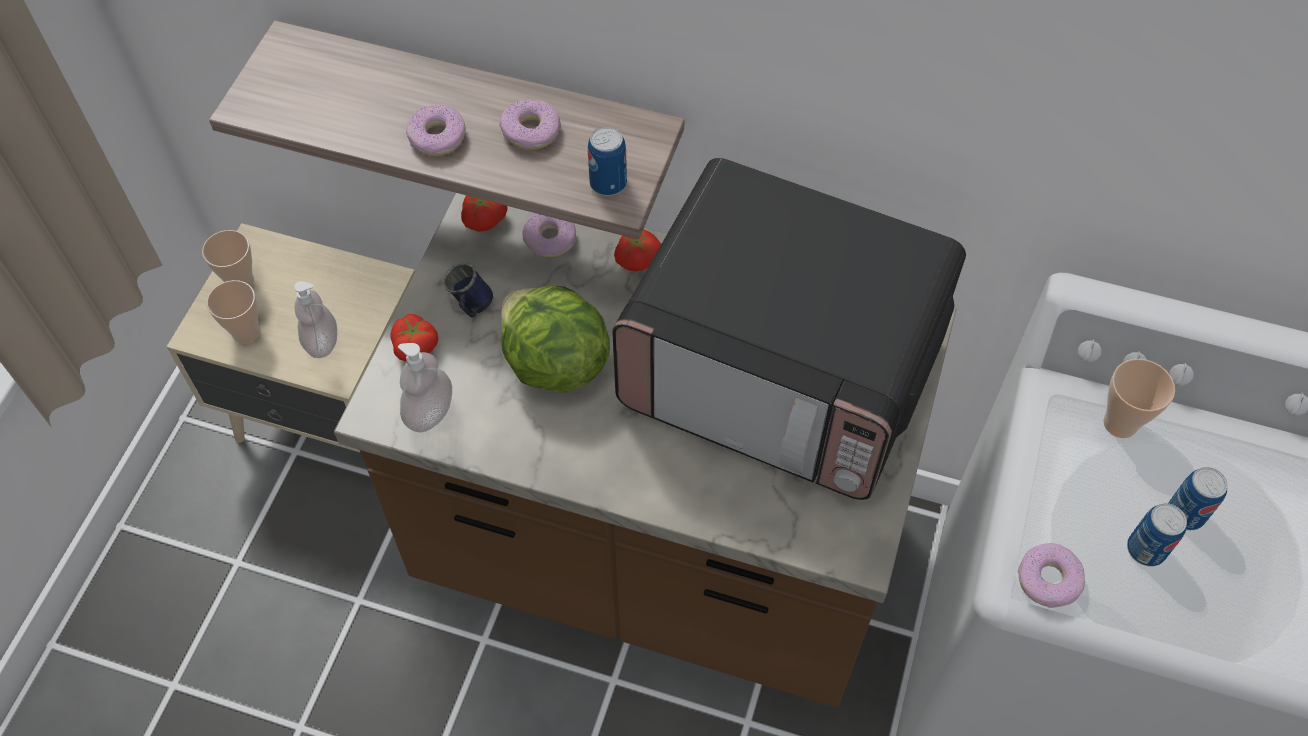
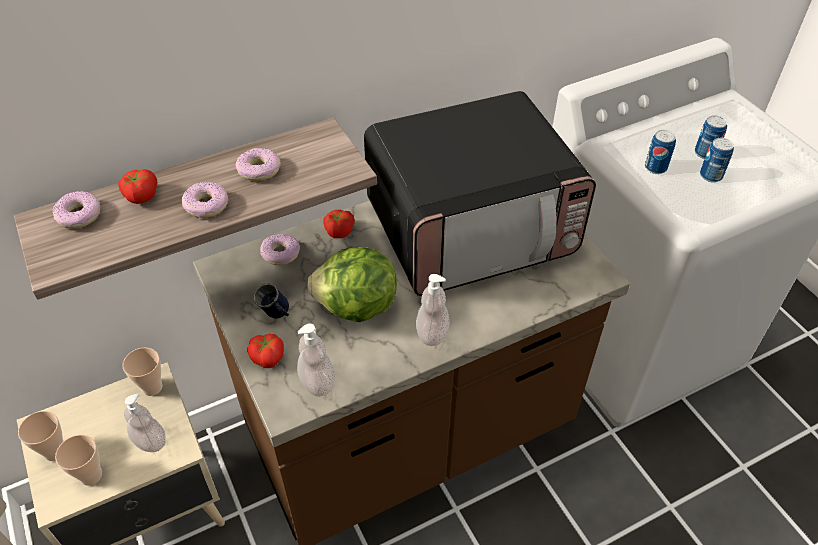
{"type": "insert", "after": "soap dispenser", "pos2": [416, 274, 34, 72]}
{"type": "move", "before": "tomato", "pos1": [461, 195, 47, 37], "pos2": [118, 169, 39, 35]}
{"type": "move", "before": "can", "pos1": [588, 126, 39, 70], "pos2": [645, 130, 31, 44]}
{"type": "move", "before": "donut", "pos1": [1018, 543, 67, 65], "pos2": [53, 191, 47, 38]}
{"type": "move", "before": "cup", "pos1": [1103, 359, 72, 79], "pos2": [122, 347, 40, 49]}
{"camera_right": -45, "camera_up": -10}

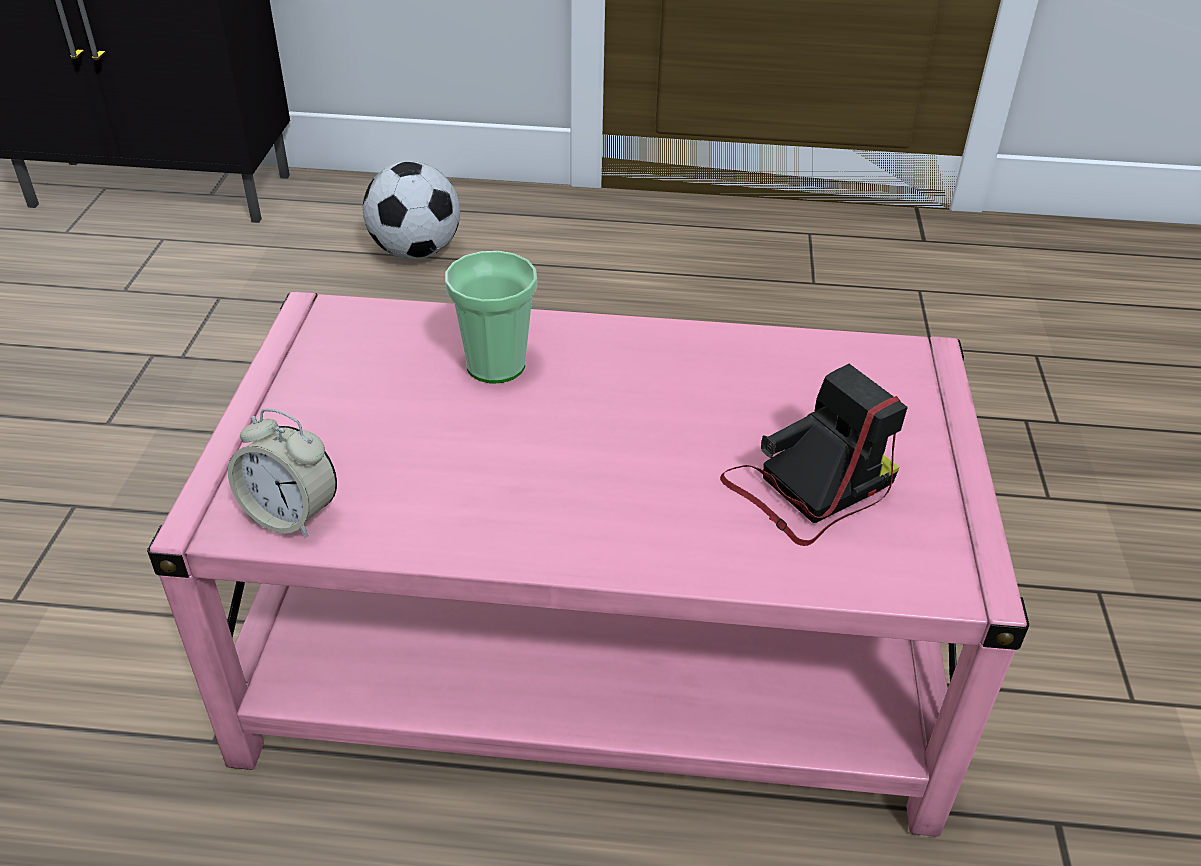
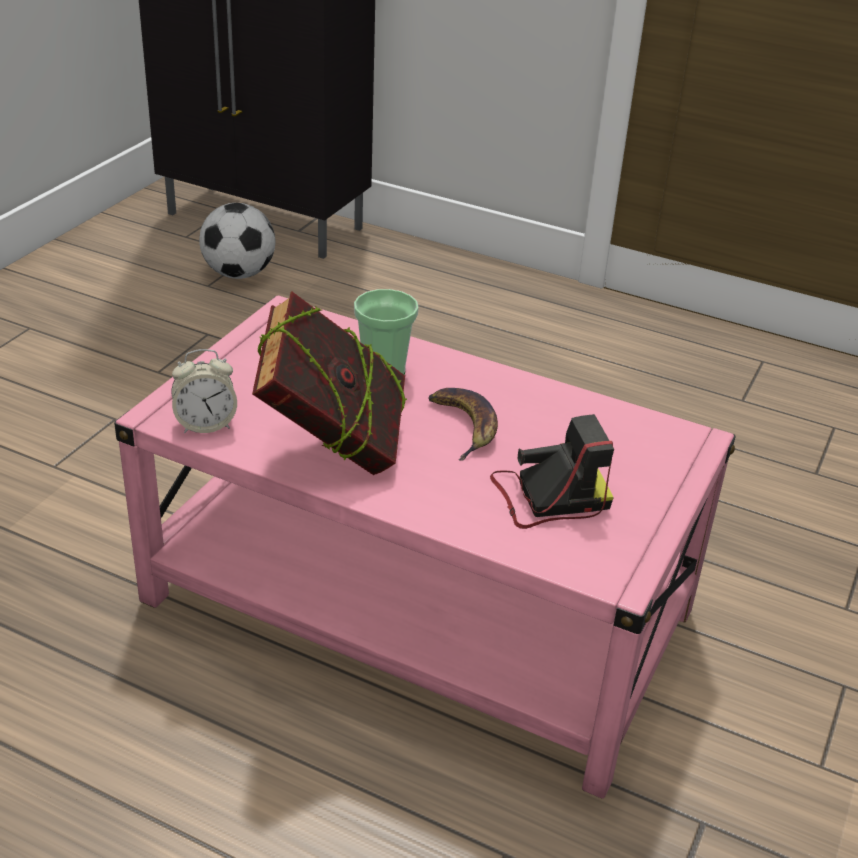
{"type": "insert", "after": "book", "pos2": [252, 292, 155, 183]}
{"type": "insert", "after": "banana", "pos2": [429, 388, 69, 73]}
{"type": "move", "before": "football", "pos1": [363, 161, 97, 98], "pos2": [199, 203, 76, 76]}
{"type": "rotate", "before": "alarm clock", "pos1": [228, 409, 109, 128], "pos2": [172, 349, 65, 85], "turn": -60}
{"camera_right": 20, "camera_up": -5}

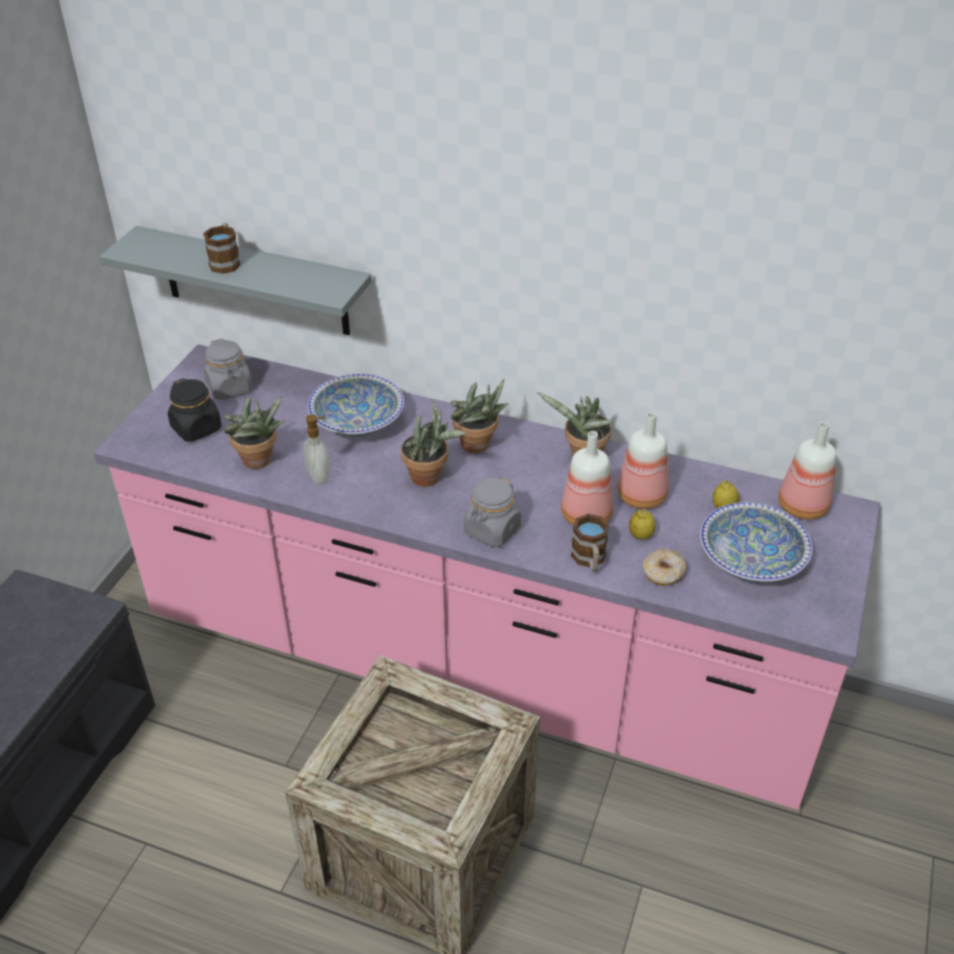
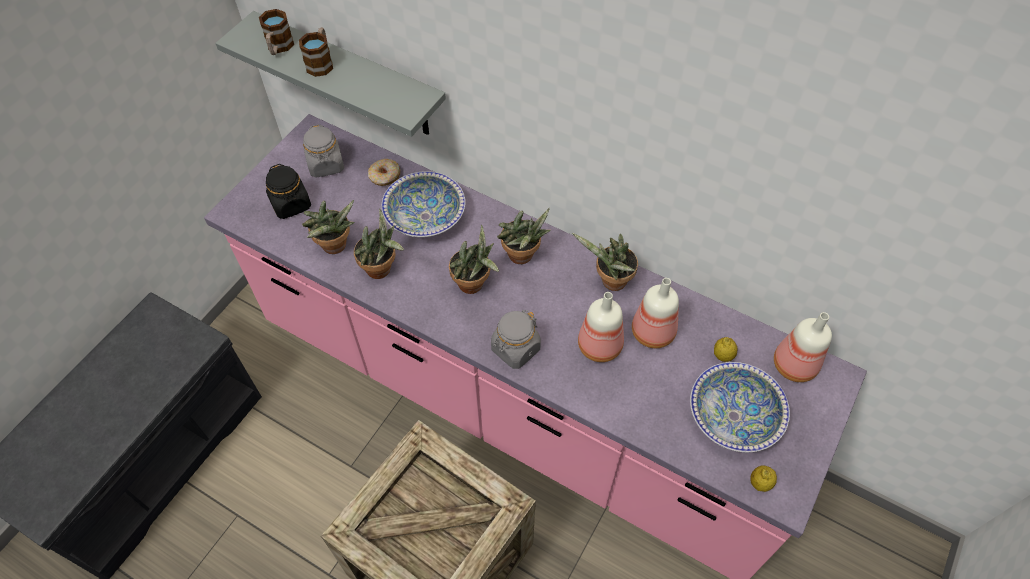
{"type": "move", "before": "mug", "pos1": [571, 514, 38, 58], "pos2": [259, 9, 35, 46]}
{"type": "move", "before": "lemon", "pos1": [629, 509, 26, 31], "pos2": [750, 465, 27, 27]}
{"type": "move", "before": "donut", "pos1": [643, 549, 44, 37], "pos2": [368, 159, 32, 27]}
{"type": "replace", "before": "soap dispenser", "after": "potted plant", "pos1": [303, 415, 27, 70], "pos2": [354, 209, 50, 70]}
{"camera_right": 10, "camera_up": 15}

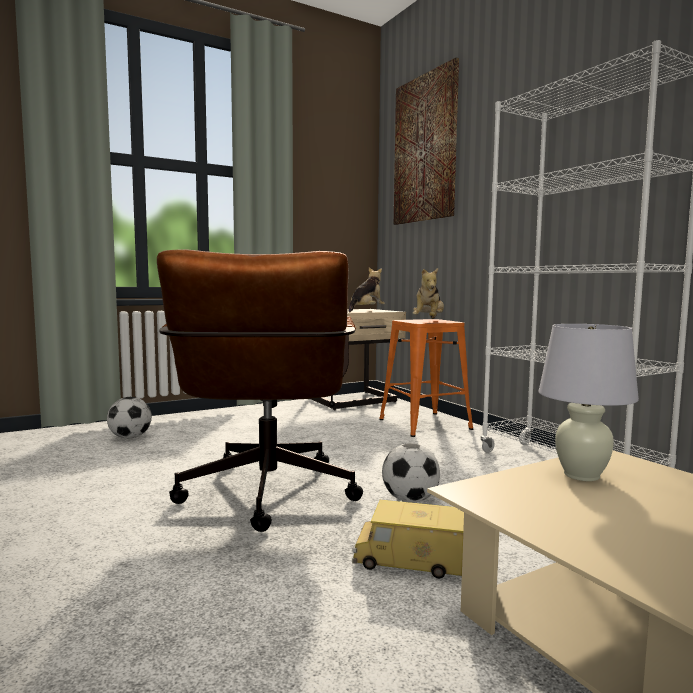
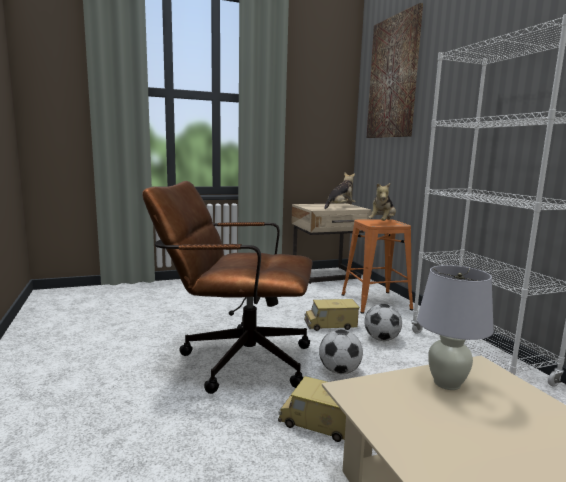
{"type": "insert", "after": "toy truck", "pos2": [304, 299, 56, 32]}
{"type": "move", "before": "football", "pos1": [107, 397, 45, 42], "pos2": [364, 304, 38, 37]}
{"type": "rotate", "before": "brown office chair", "pos1": [157, 249, 206, 283], "pos2": [142, 181, 171, 213], "turn": 90}
{"camera_right": 10, "camera_up": 5}

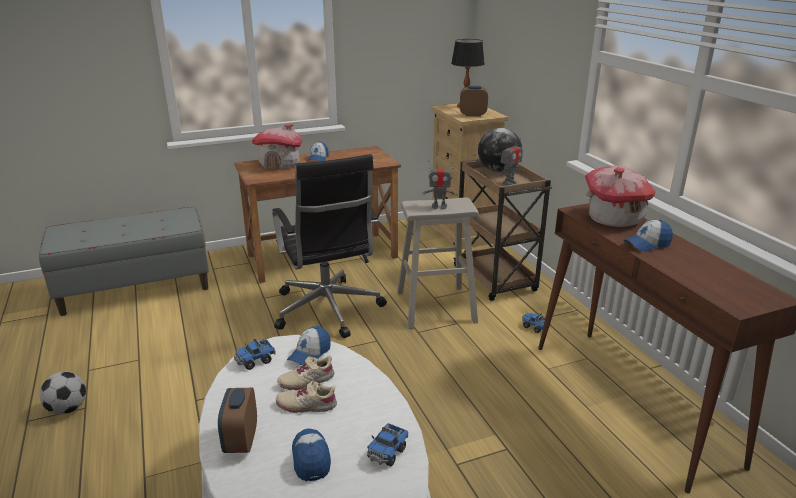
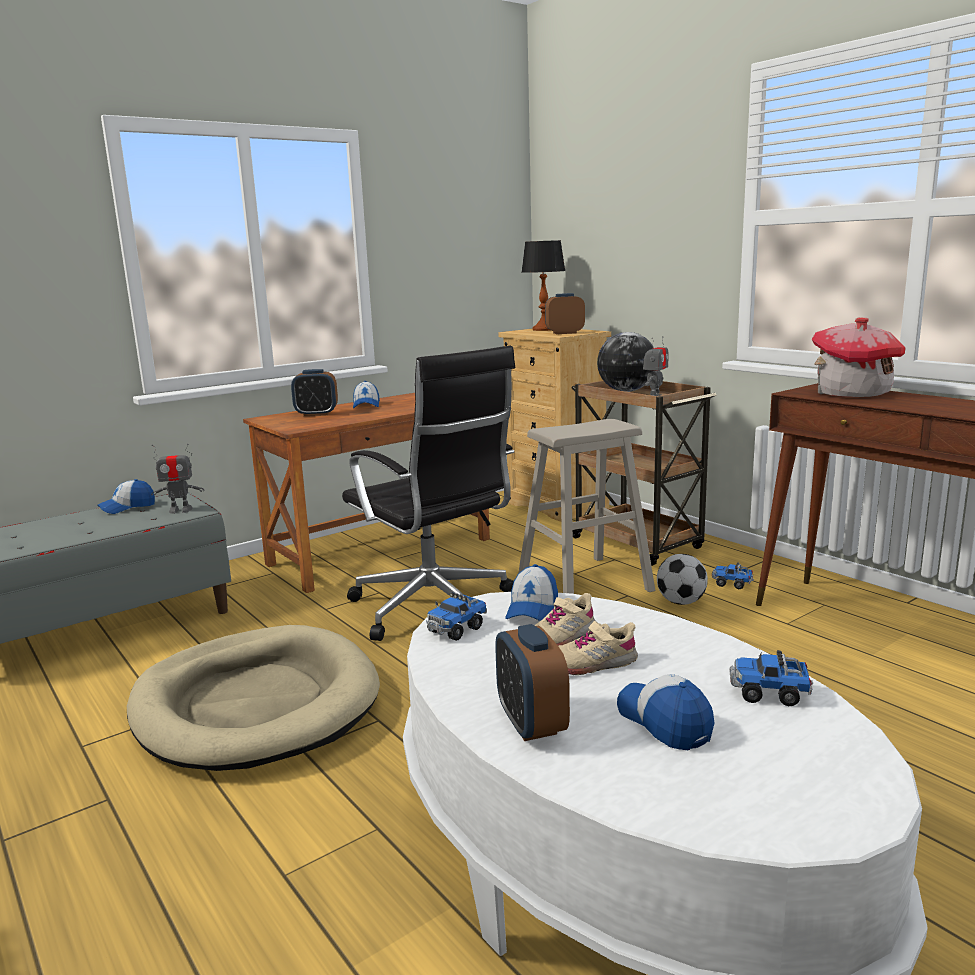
{"type": "insert", "after": "beige dog bed", "pos2": [127, 625, 253, 146]}
{"type": "move", "before": "football", "pos1": [40, 371, 46, 44], "pos2": [657, 554, 51, 51]}
{"type": "move", "before": "toy robot", "pos1": [422, 160, 36, 49], "pos2": [151, 444, 54, 70]}
{"type": "move", "before": "cap", "pos1": [623, 220, 50, 32], "pos2": [97, 479, 58, 35]}
{"type": "replace", "before": "toy house", "after": "alarm clock", "pos1": [252, 124, 50, 46], "pos2": [291, 369, 47, 47]}
{"type": "rotate", "before": "toy truck", "pos1": [367, 423, 41, 44], "pos2": [729, 650, 84, 56], "turn": 90}
{"camera_right": -15, "camera_up": -10}

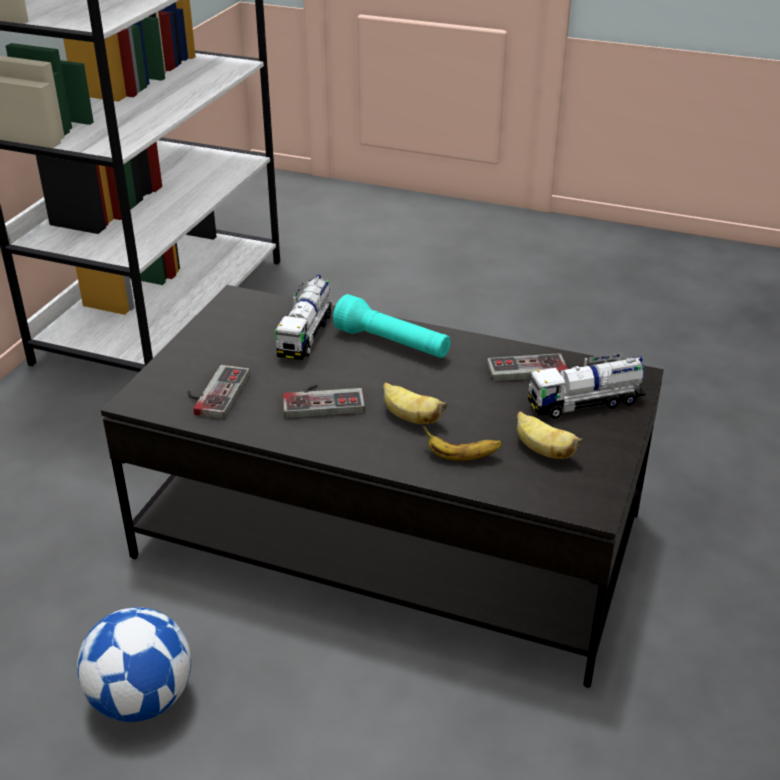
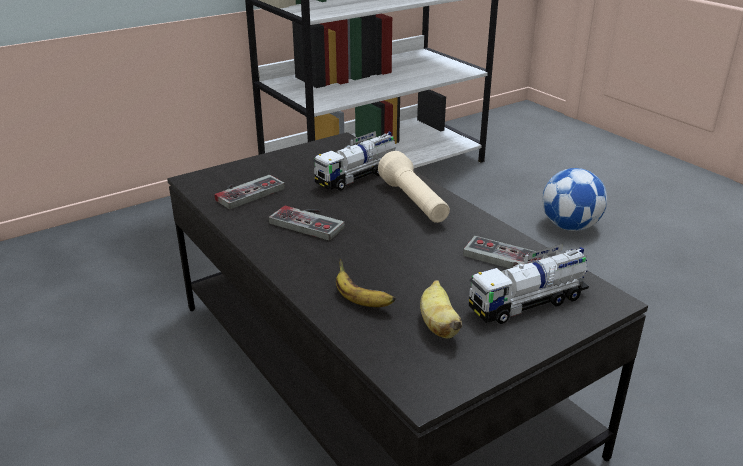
{"type": "delete", "before": "banana", "pos1": [383, 382, 64, 42]}
{"type": "move", "before": "football", "pos1": [77, 607, 114, 115], "pos2": [542, 168, 65, 63]}
{"type": "recolor", "before": "turquoise flashlight", "after": "beige flashlight", "pos1": [333, 294, 118, 64], "pos2": [378, 151, 72, 72]}
{"type": "rotate", "before": "toy truck", "pos1": [528, 352, 118, 67], "pos2": [469, 244, 120, 80], "turn": -45}
{"camera_right": 35, "camera_up": -5}

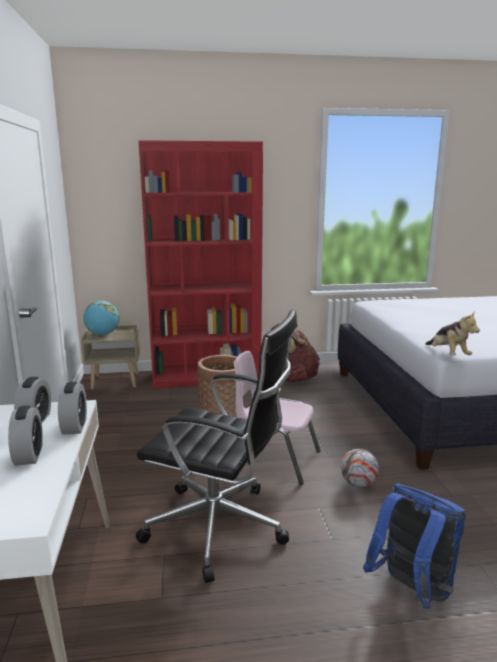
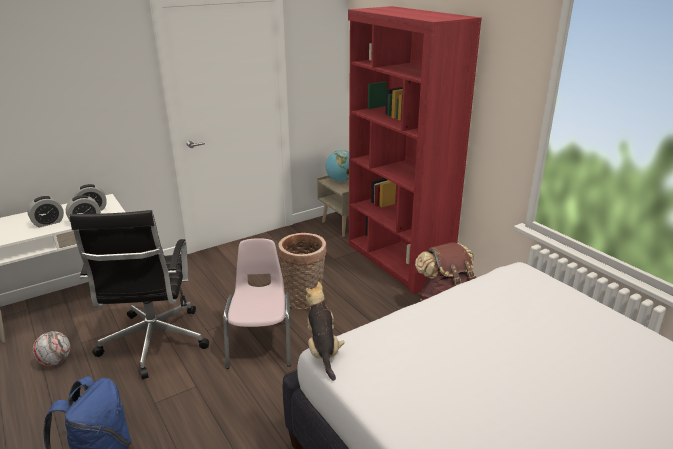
{"type": "move", "before": "football", "pos1": [341, 449, 38, 38], "pos2": [32, 331, 38, 35]}
{"type": "rotate", "before": "plush toy", "pos1": [425, 311, 55, 44], "pos2": [306, 282, 39, 99], "turn": 120}
{"camera_right": 65, "camera_up": 10}

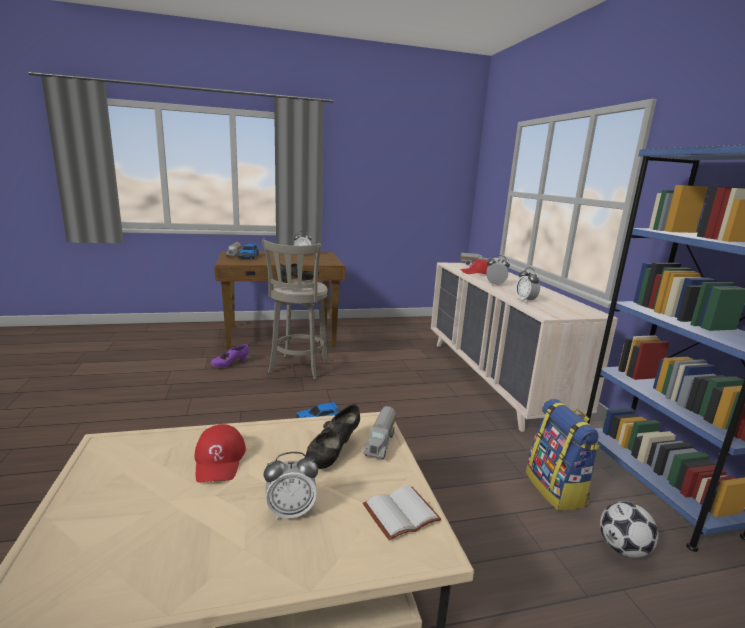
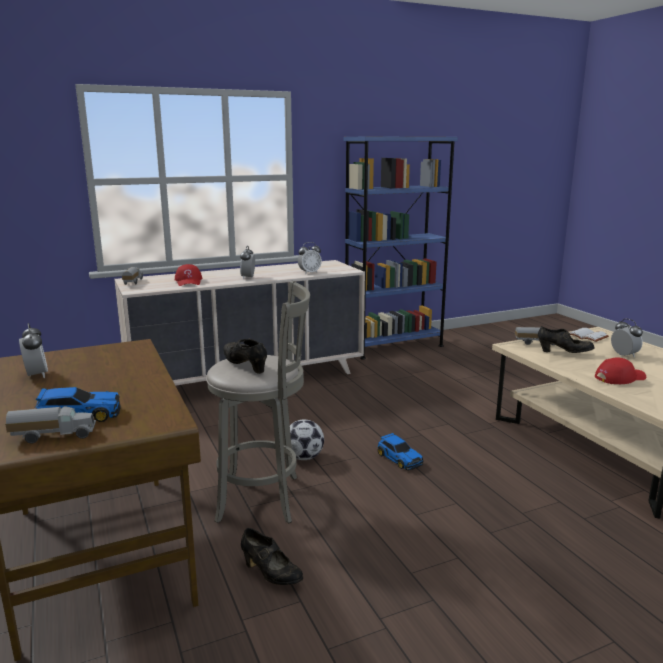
{"type": "delete", "before": "backpack", "pos1": [526, 399, 74, 112]}
{"type": "move", "before": "football", "pos1": [600, 501, 59, 57], "pos2": [290, 419, 34, 41]}
{"type": "recolor", "before": "purple shoe", "after": "black shoe", "pos1": [211, 344, 38, 24], "pos2": [241, 528, 62, 57]}
{"camera_right": -100, "camera_up": 0}

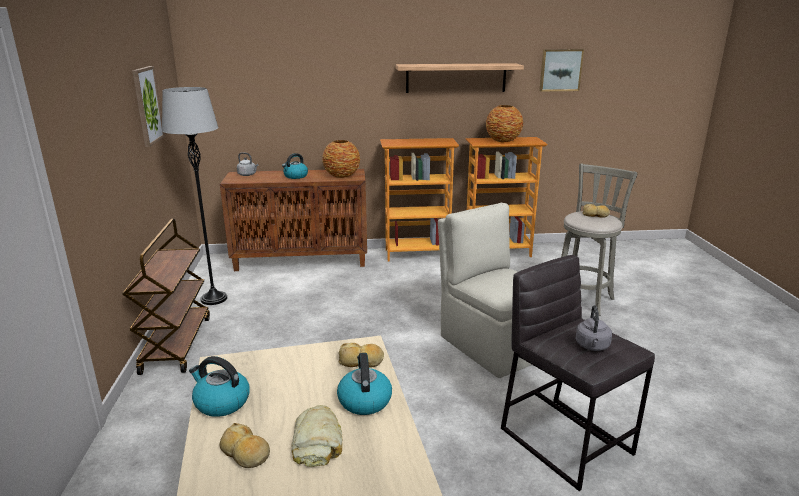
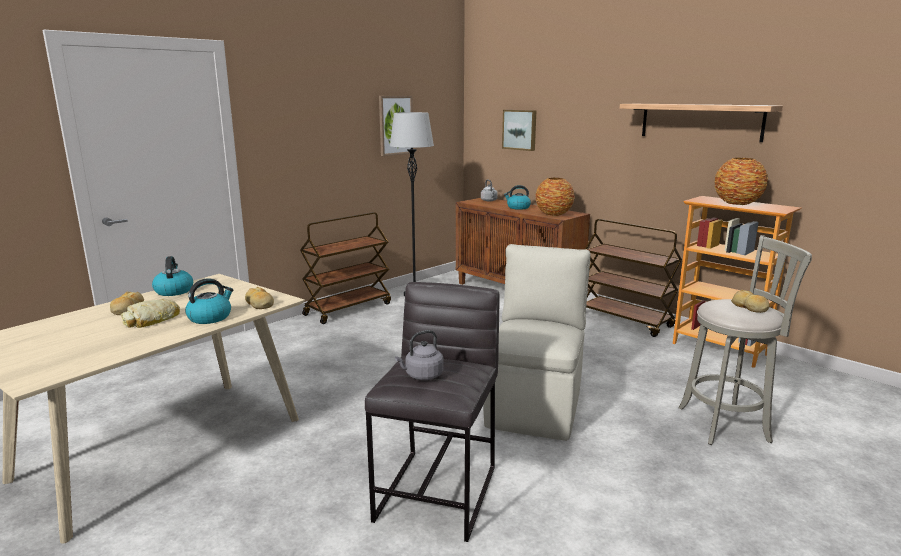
{"type": "move", "before": "picture", "pos1": [539, 49, 45, 42], "pos2": [502, 110, 34, 41]}
{"type": "replace", "before": "bookcase", "after": "brown cart", "pos1": [380, 138, 79, 124], "pos2": [584, 219, 98, 118]}
{"camera_right": 50, "camera_up": -5}

